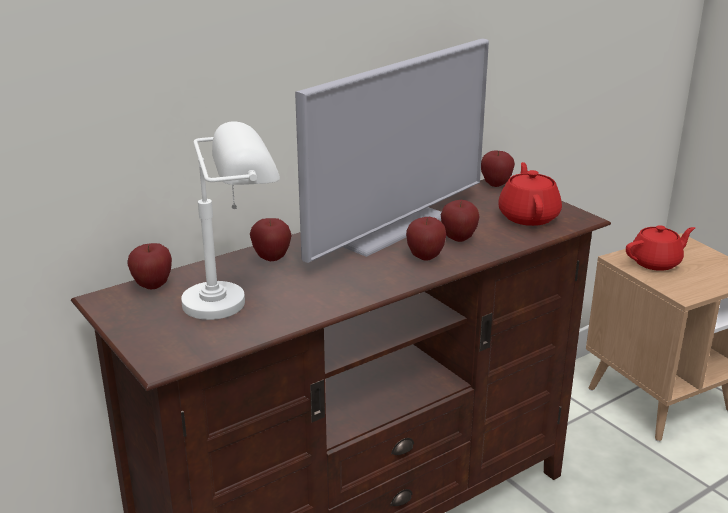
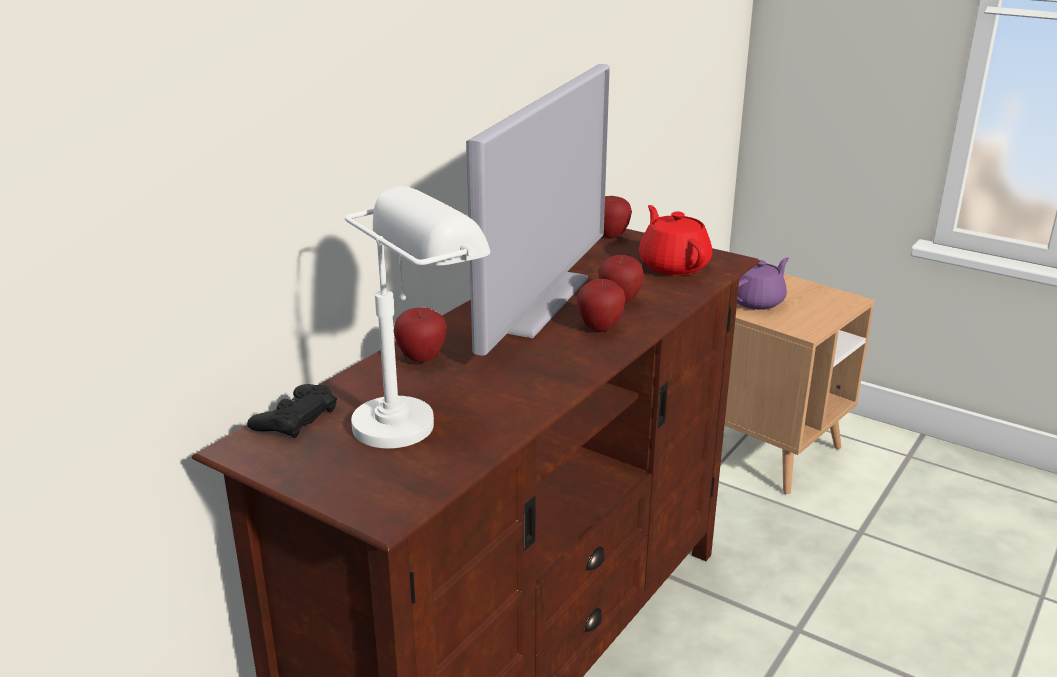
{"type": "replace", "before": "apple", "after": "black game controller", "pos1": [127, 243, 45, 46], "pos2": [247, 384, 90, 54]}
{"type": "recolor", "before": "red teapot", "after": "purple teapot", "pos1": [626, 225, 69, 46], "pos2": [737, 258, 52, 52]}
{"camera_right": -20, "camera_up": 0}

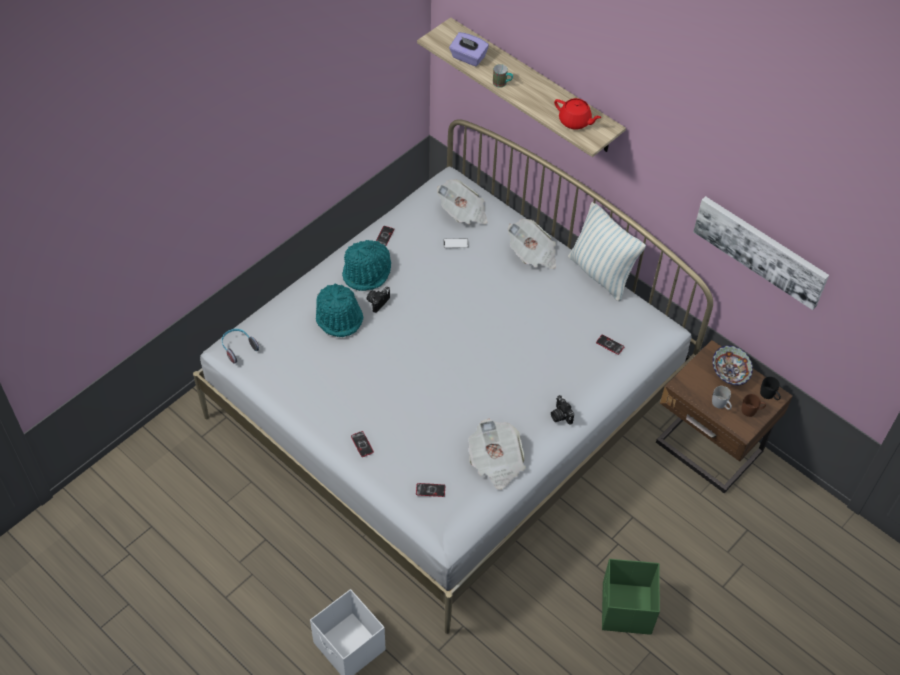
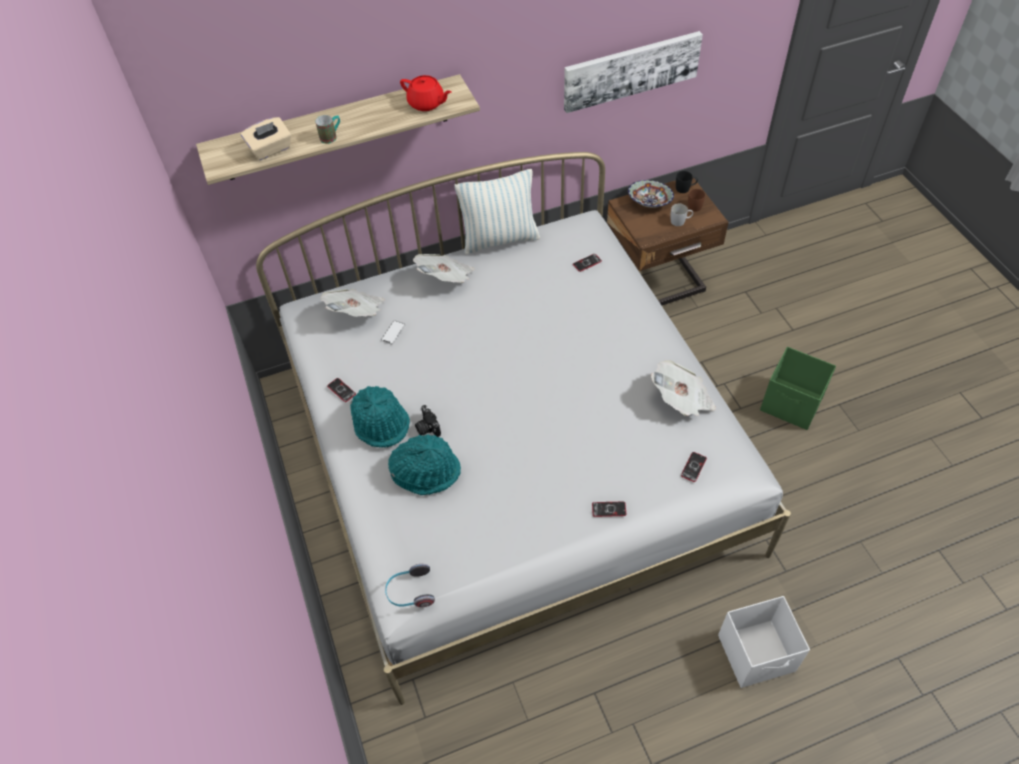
{"type": "delete", "before": "photo camera", "pos1": [551, 395, 23, 30]}
{"type": "recolor", "before": "purple tissue box", "after": "beige tissue box", "pos1": [449, 32, 40, 34], "pos2": [241, 117, 50, 43]}
{"type": "rotate", "before": "red teapot", "pos1": [554, 98, 47, 31], "pos2": [400, 75, 51, 36], "turn": 60}
{"camera_right": -60, "camera_up": 0}

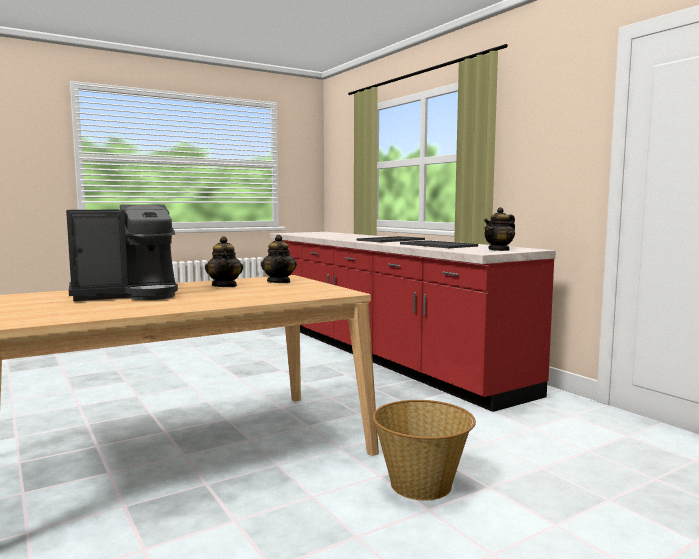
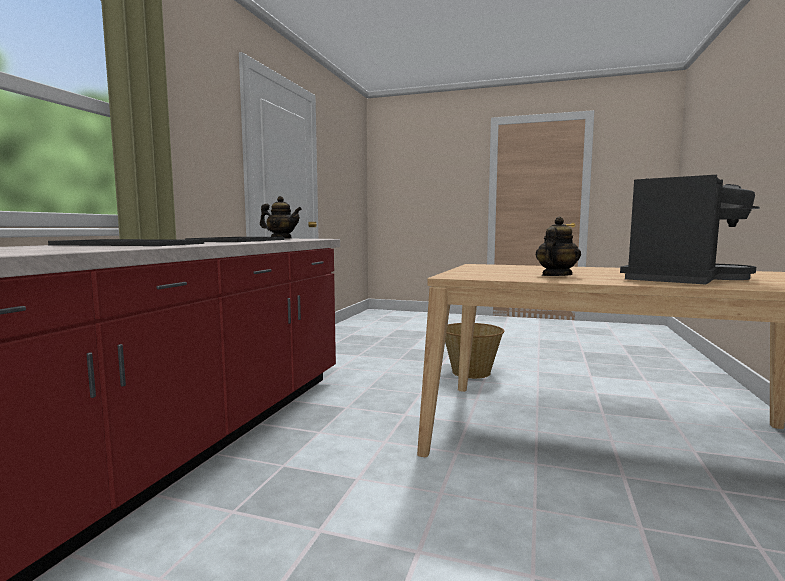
{"type": "delete", "before": "teapot", "pos1": [261, 235, 36, 48]}
{"type": "rotate", "before": "coffee machine", "pos1": [66, 205, 112, 96], "pos2": [620, 175, 140, 110], "turn": 105}
{"camera_right": -130, "camera_up": 0}

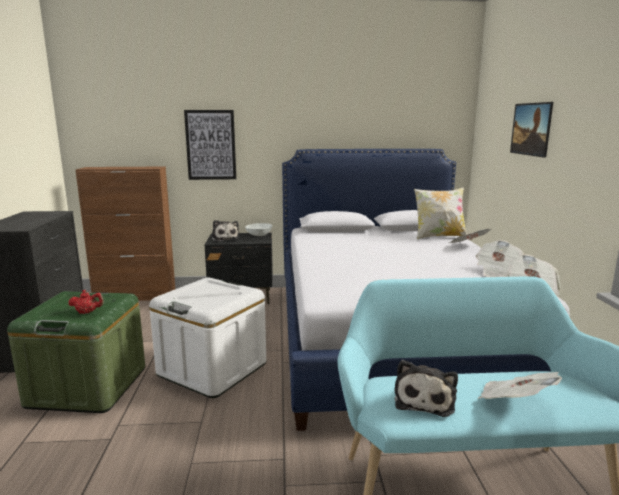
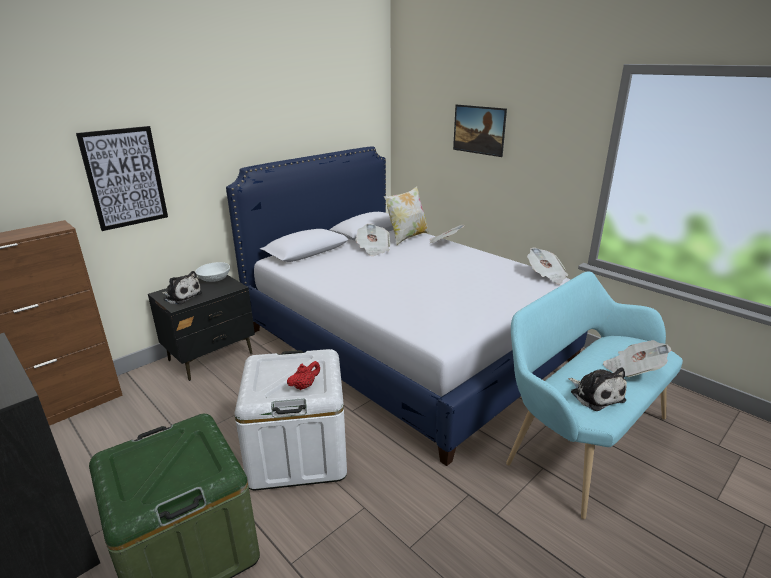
{"type": "move", "before": "red teapot", "pos1": [68, 290, 36, 24], "pos2": [287, 361, 33, 29]}
{"type": "move", "before": "newspaper", "pos1": [476, 240, 48, 37], "pos2": [356, 224, 34, 32]}
{"camera_right": -40, "camera_up": 10}

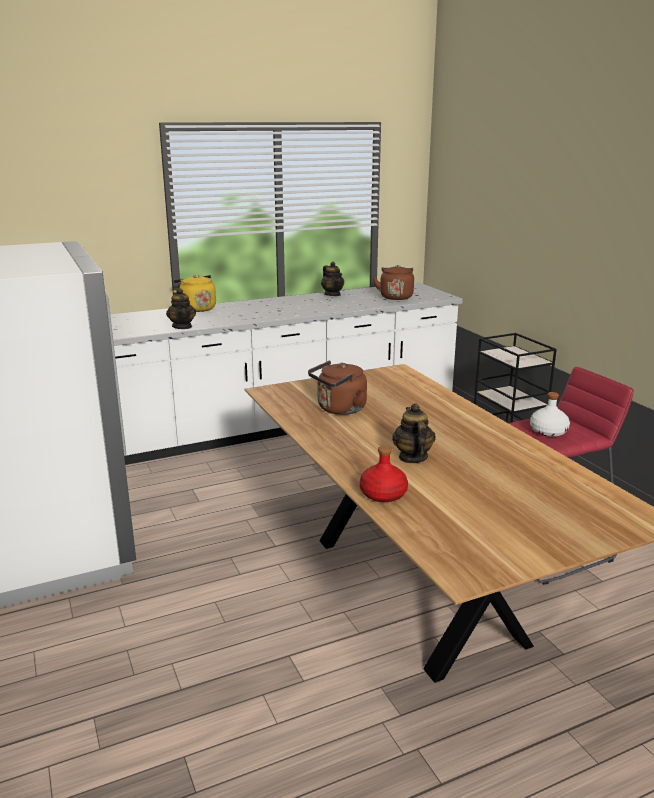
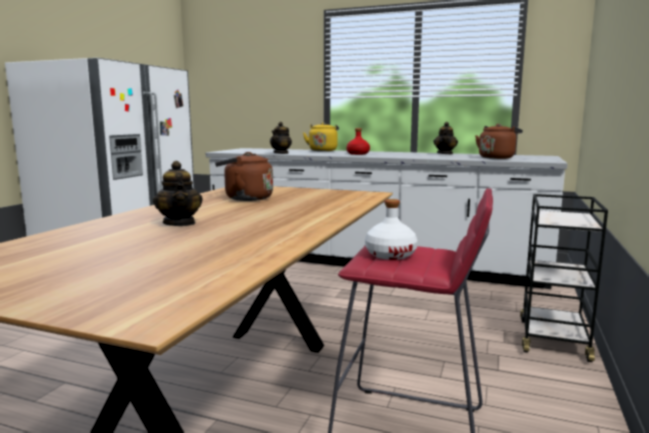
{"type": "move", "before": "red bottle", "pos1": [360, 445, 48, 57], "pos2": [346, 128, 24, 27]}
{"type": "rotate", "before": "teapot", "pos1": [392, 403, 44, 60], "pos2": [153, 161, 50, 65], "turn": 120}
{"camera_right": 45, "camera_up": -10}

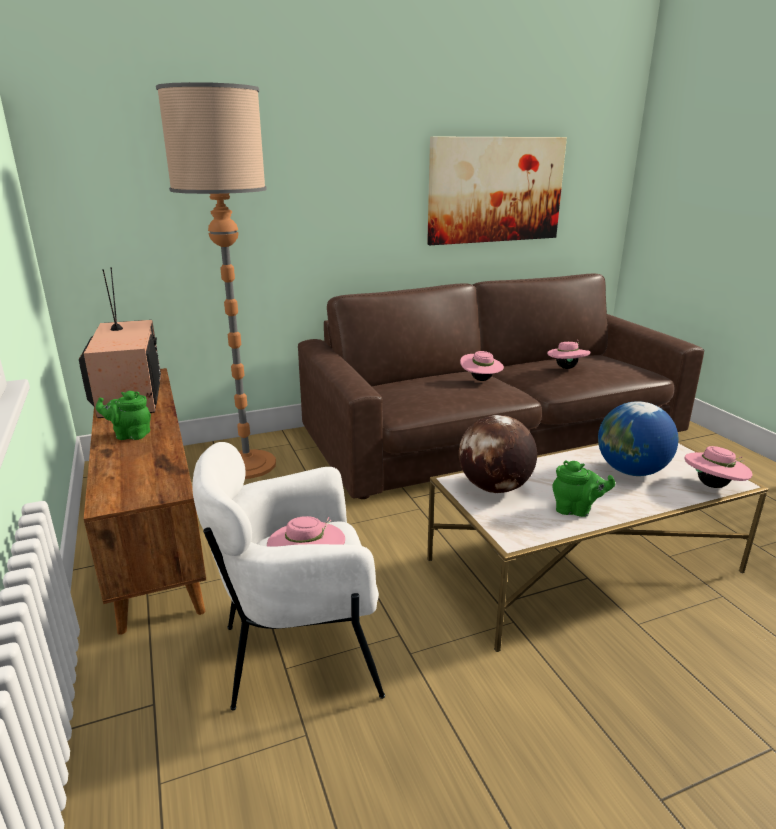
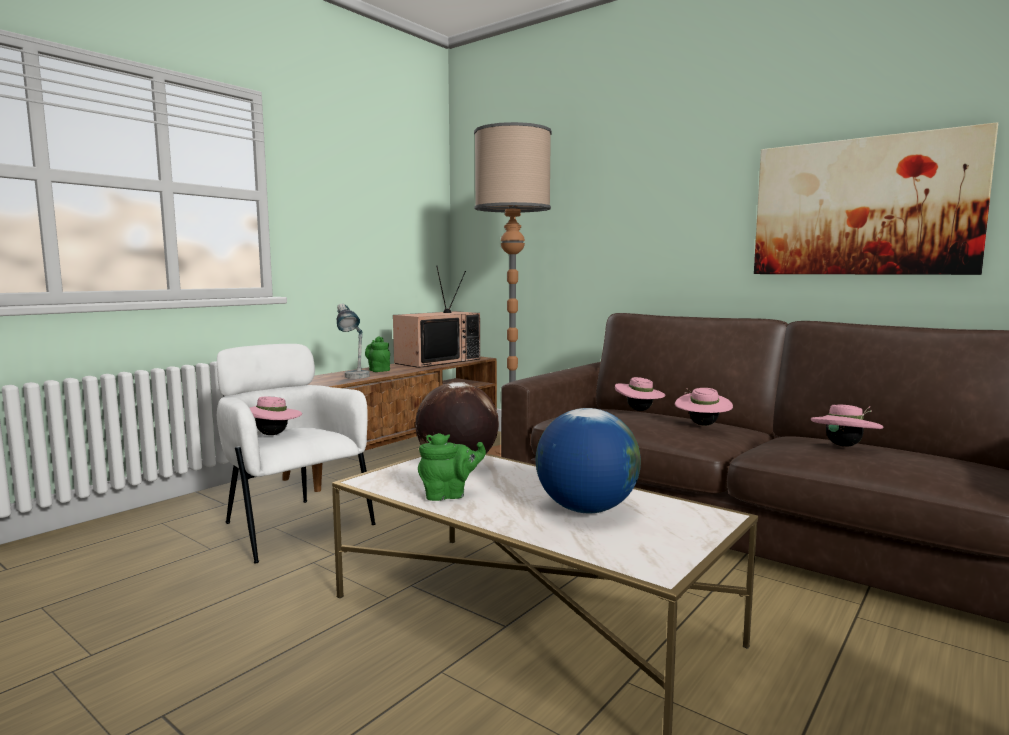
{"type": "insert", "after": "table lamp", "pos2": [337, 304, 33, 75]}
{"type": "move", "before": "pink hat", "pos1": [684, 446, 68, 42], "pos2": [615, 377, 50, 34]}
{"type": "rotate", "before": "green teapot", "pos1": [552, 461, 63, 56], "pos2": [418, 433, 68, 68], "turn": -90}
{"camera_right": 60, "camera_up": -15}

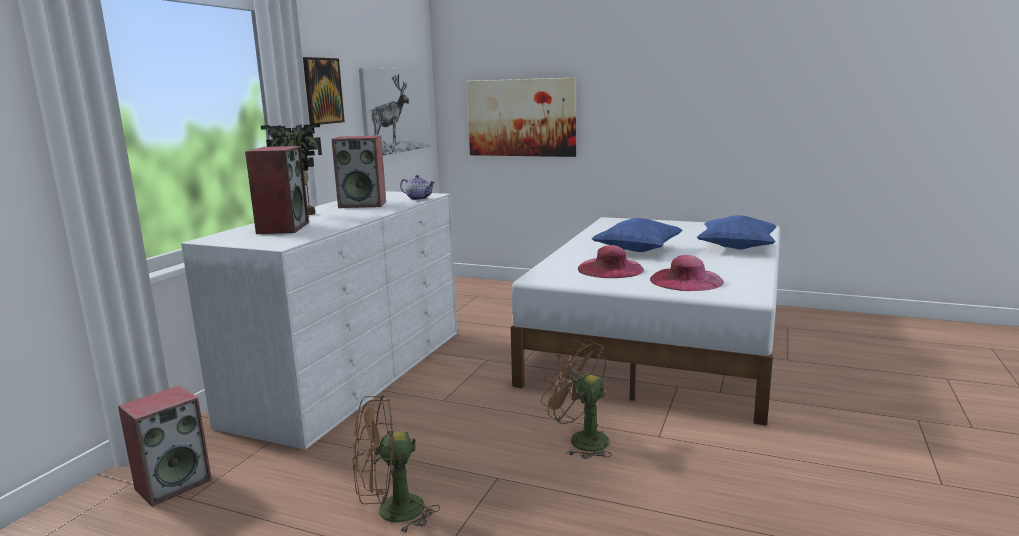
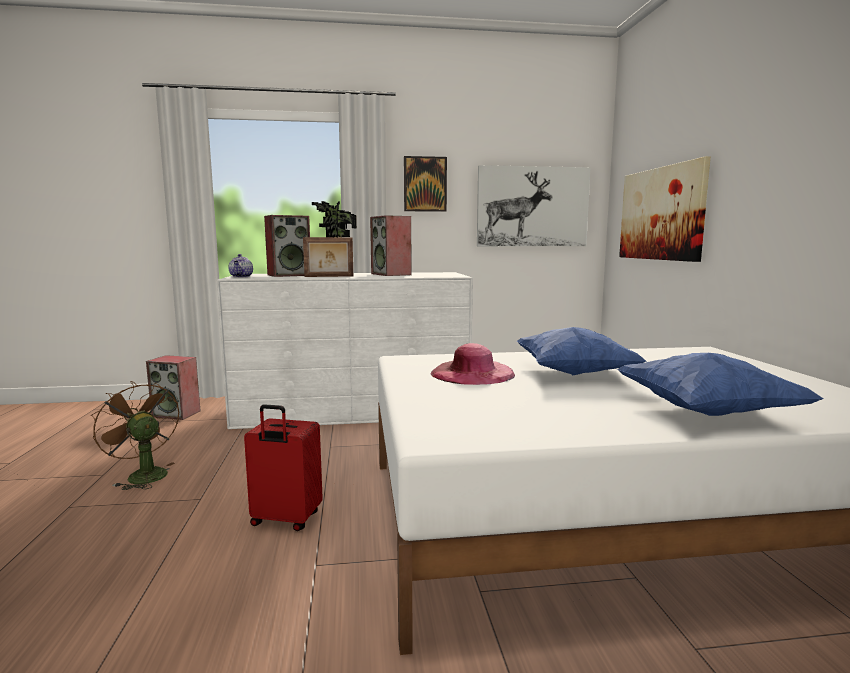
{"type": "delete", "before": "pink hat", "pos1": [650, 255, 74, 36]}
{"type": "insert", "after": "picture frame", "pos2": [303, 237, 50, 40]}
{"type": "move", "before": "teapot", "pos1": [400, 175, 35, 25], "pos2": [229, 254, 24, 23]}
{"type": "replace", "before": "brown fan", "after": "red suitcase", "pos1": [541, 339, 71, 120], "pos2": [244, 404, 79, 127]}
{"camera_right": 60, "camera_up": -5}

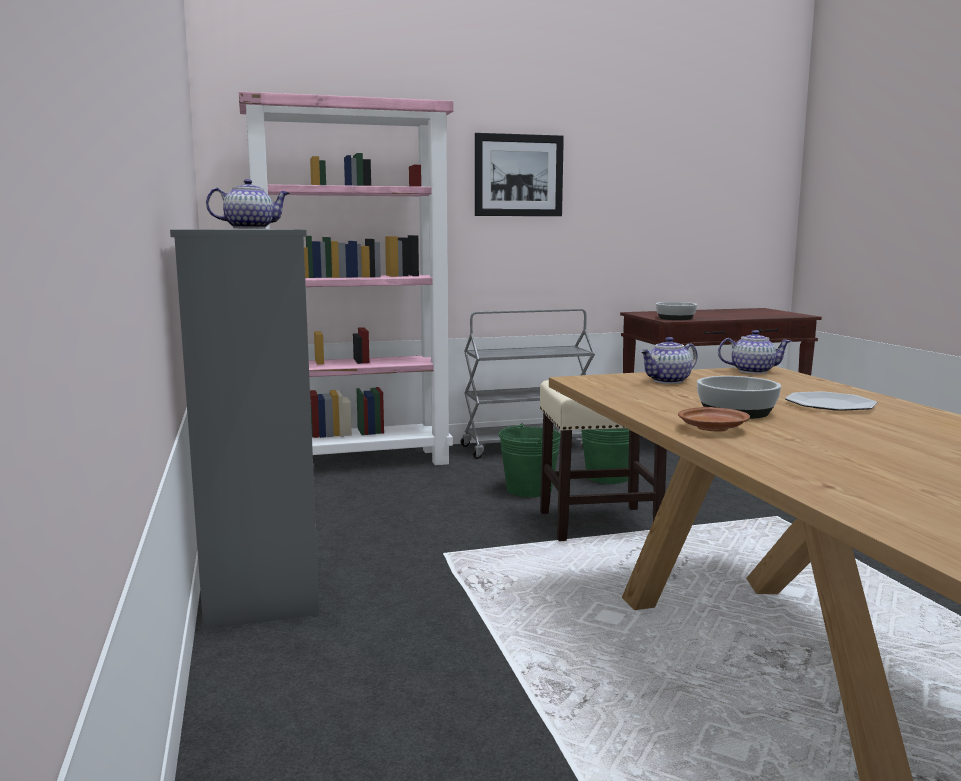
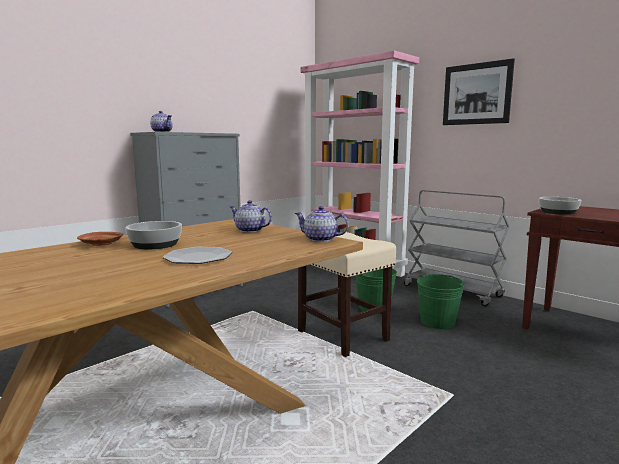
{"type": "rotate", "before": "teapot", "pos1": [718, 330, 74, 44], "pos2": [295, 206, 54, 36], "turn": 135}
{"camera_right": 60, "camera_up": 0}

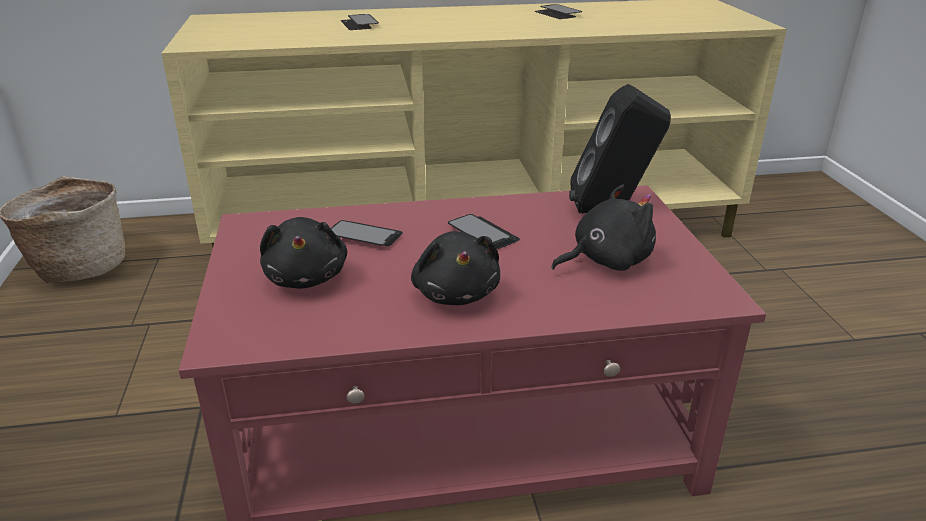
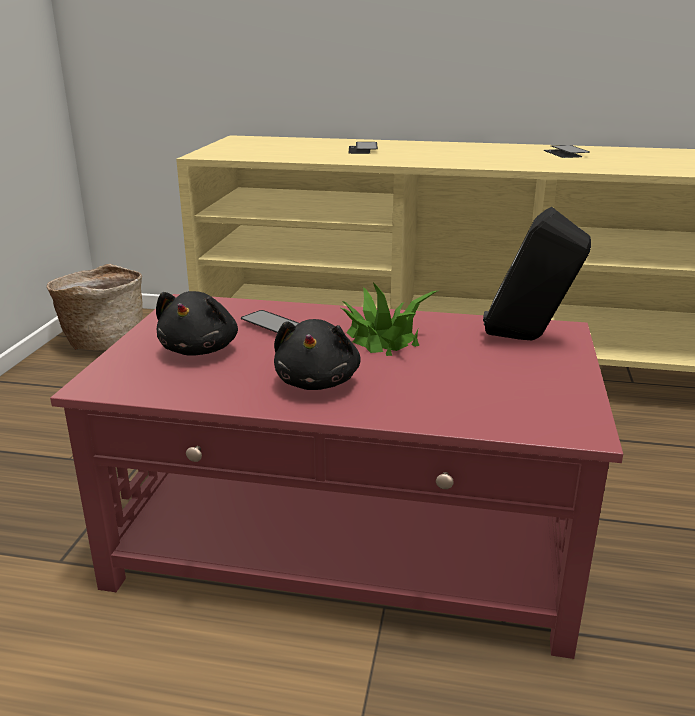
{"type": "delete", "before": "black plush toy", "pos1": [551, 185, 105, 86]}
{"type": "replace", "before": "phone", "after": "potted plant", "pos1": [448, 214, 72, 35], "pos2": [339, 282, 100, 74]}
{"camera_right": 20, "camera_up": -5}

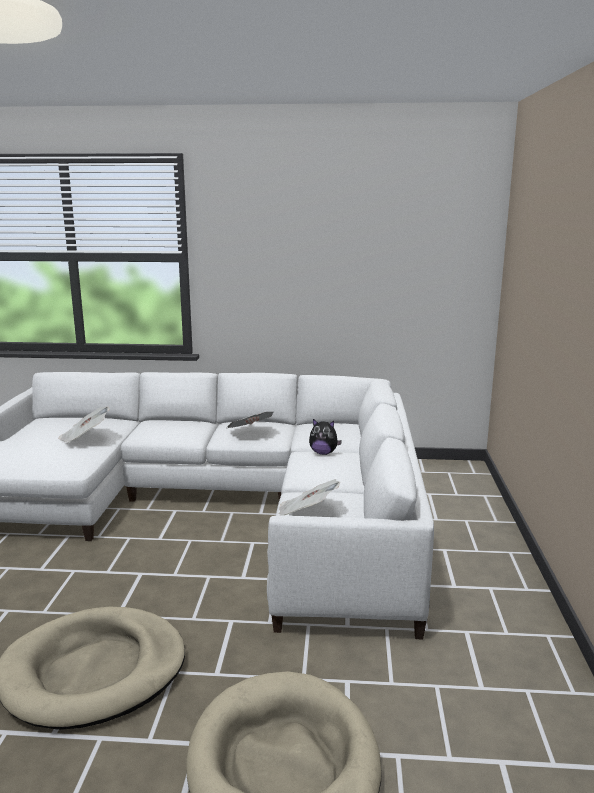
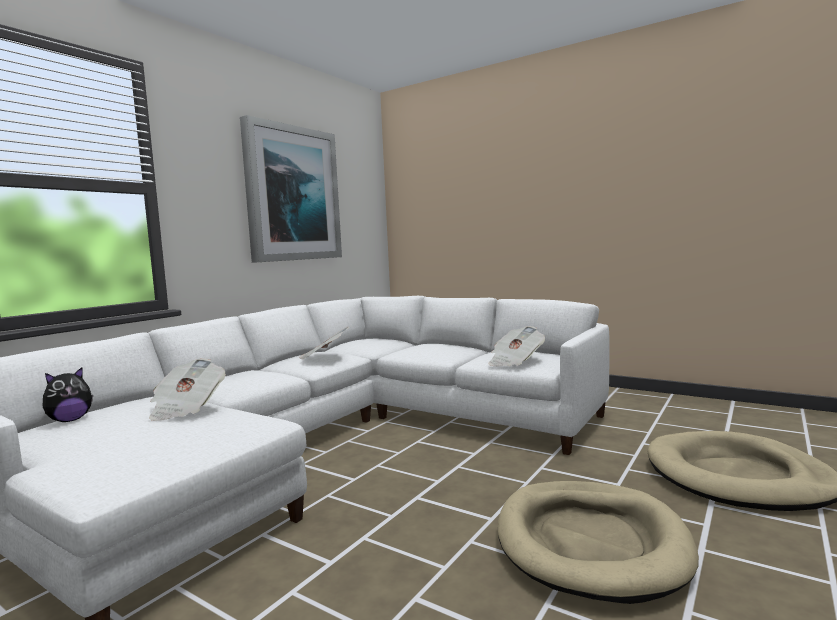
{"type": "insert", "after": "picture", "pos2": [240, 115, 102, 148]}
{"type": "move", "before": "plush toy", "pos1": [309, 419, 33, 36], "pos2": [42, 367, 51, 55]}
{"camera_right": -60, "camera_up": -10}

